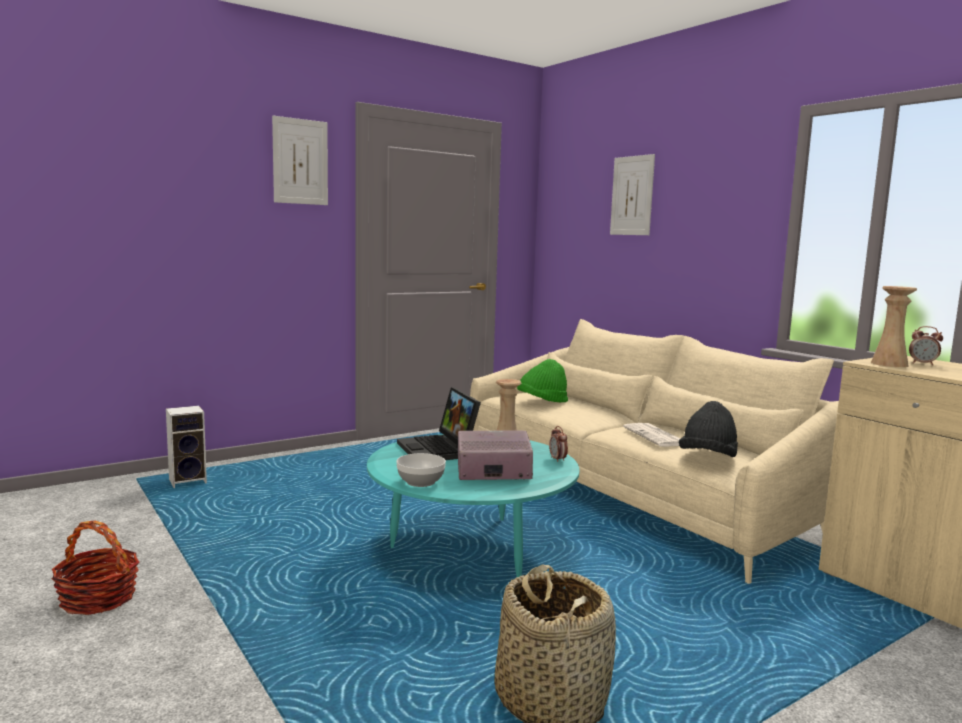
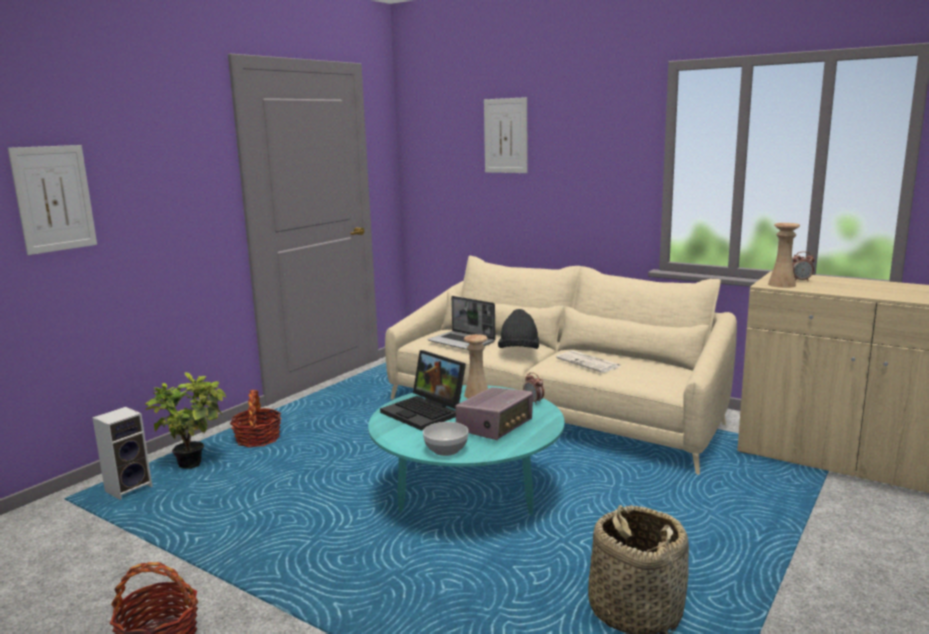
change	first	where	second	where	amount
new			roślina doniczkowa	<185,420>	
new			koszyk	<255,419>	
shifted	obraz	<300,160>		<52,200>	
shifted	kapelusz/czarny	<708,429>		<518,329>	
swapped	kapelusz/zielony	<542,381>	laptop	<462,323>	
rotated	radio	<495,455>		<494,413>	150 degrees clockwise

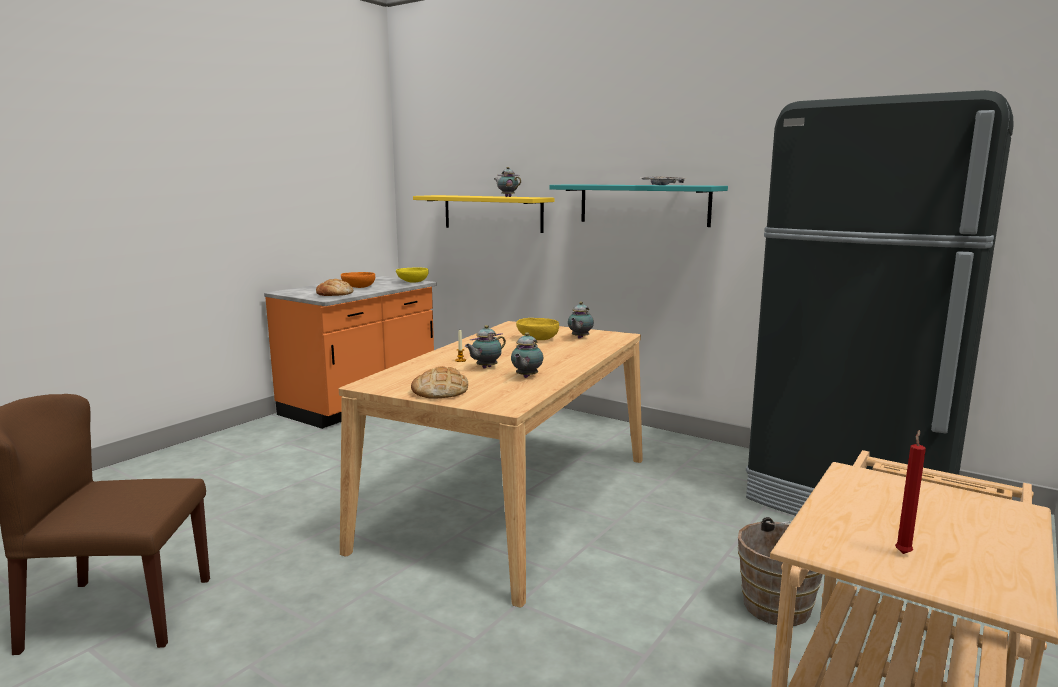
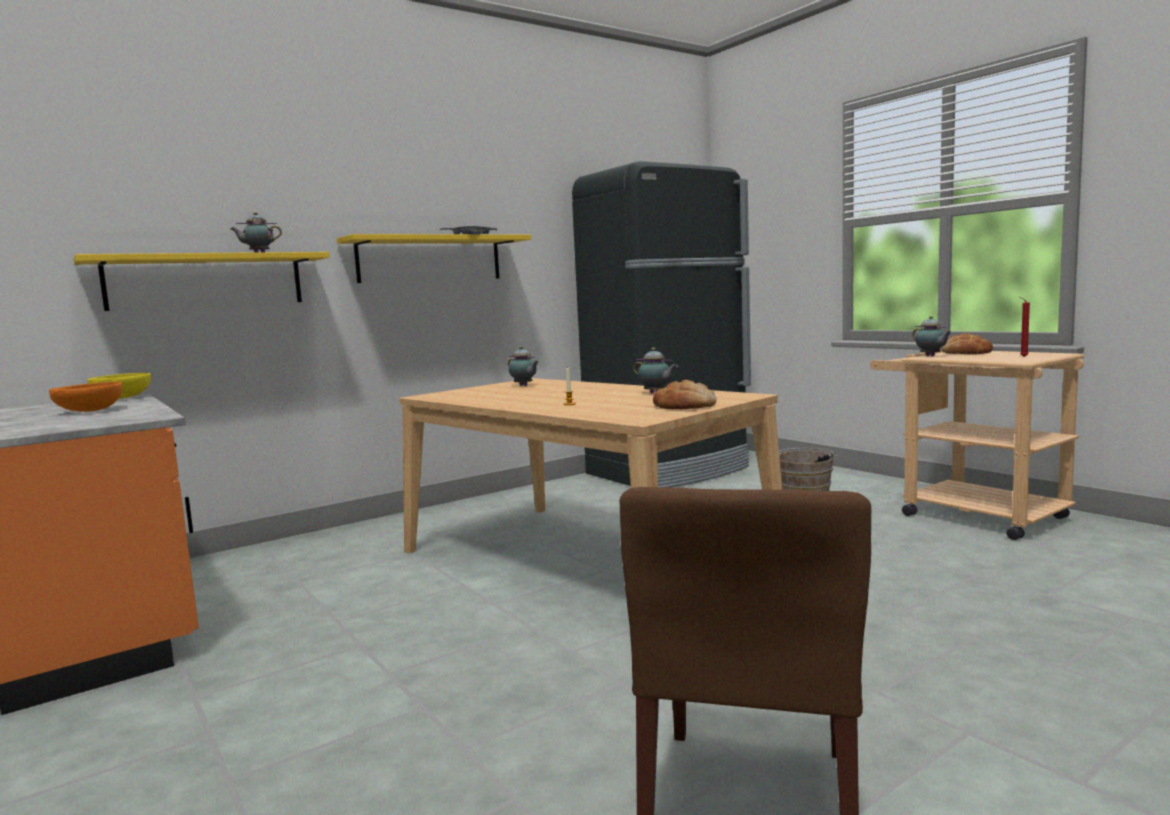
change	first	where	second	where	amount
gone	miska/żółty	<537,329>			
shifted	chleb	<334,287>		<967,343>	
shifted	imbryk	<485,346>		<932,336>	
repainted	półka/turkusowy	<639,205>	półka/żółty	<434,258>	

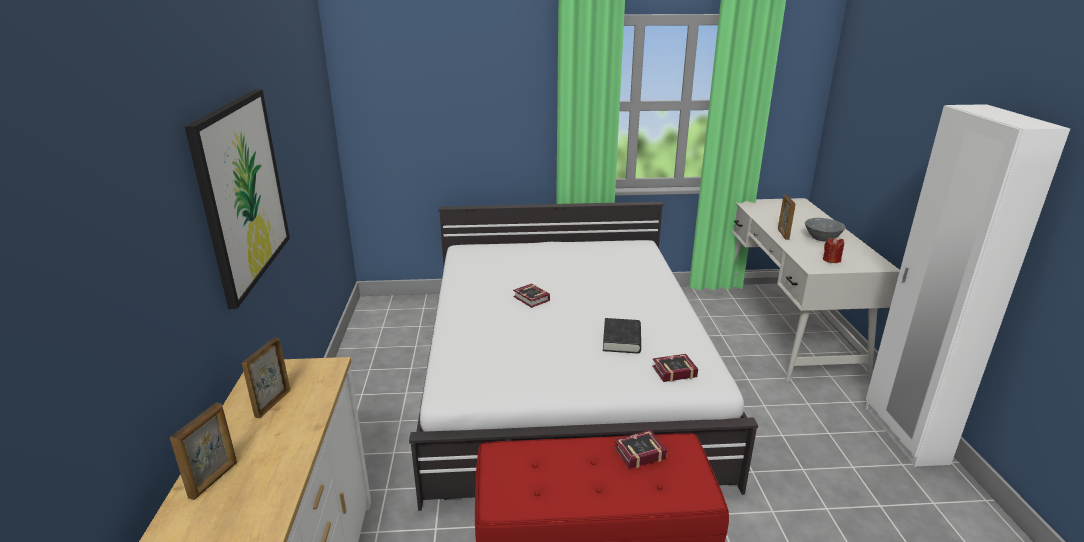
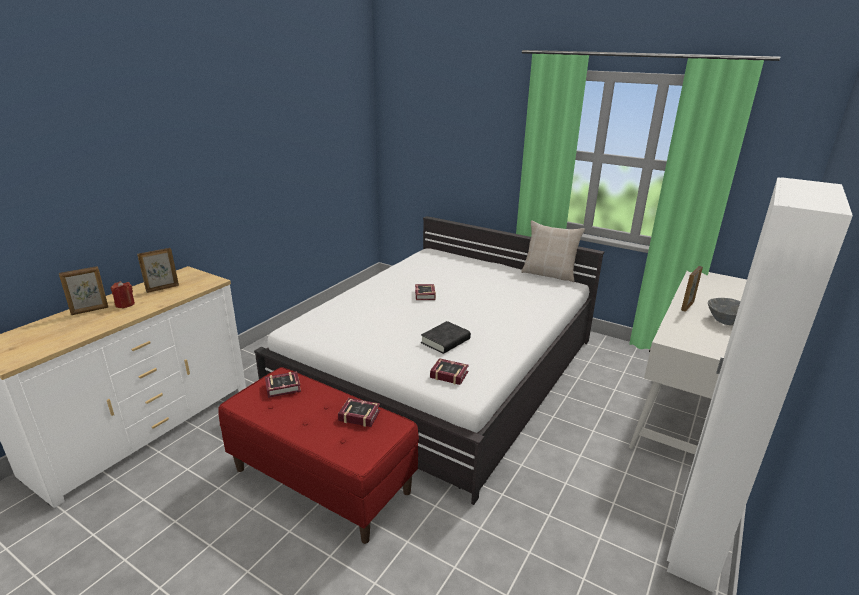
change	first	where	second	where	amount
gone	obraz	<237,199>			
new			książka	<283,384>	
new			poduszka/beżowy	<553,251>	
shifted	świeca/czerwony	<833,250>		<123,294>	

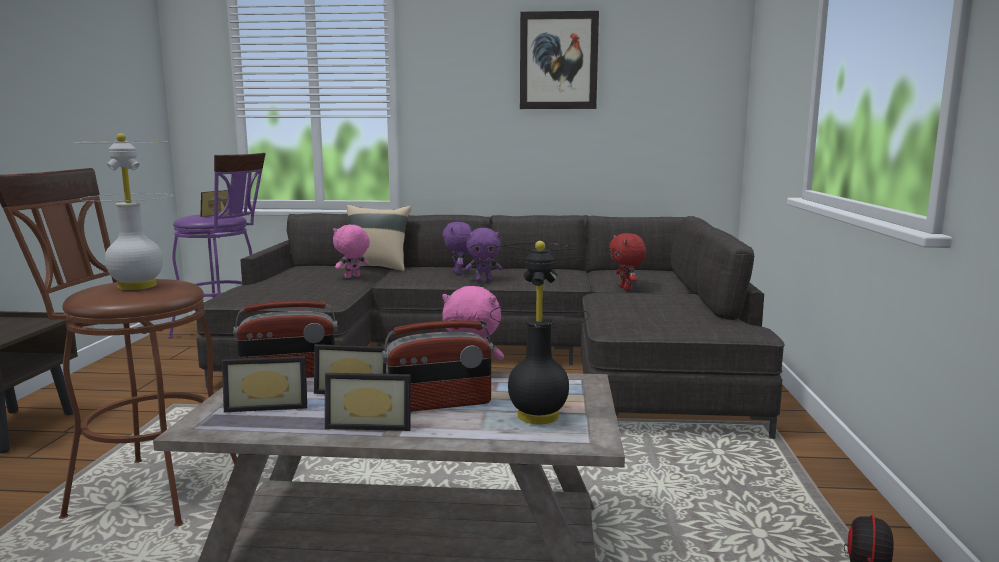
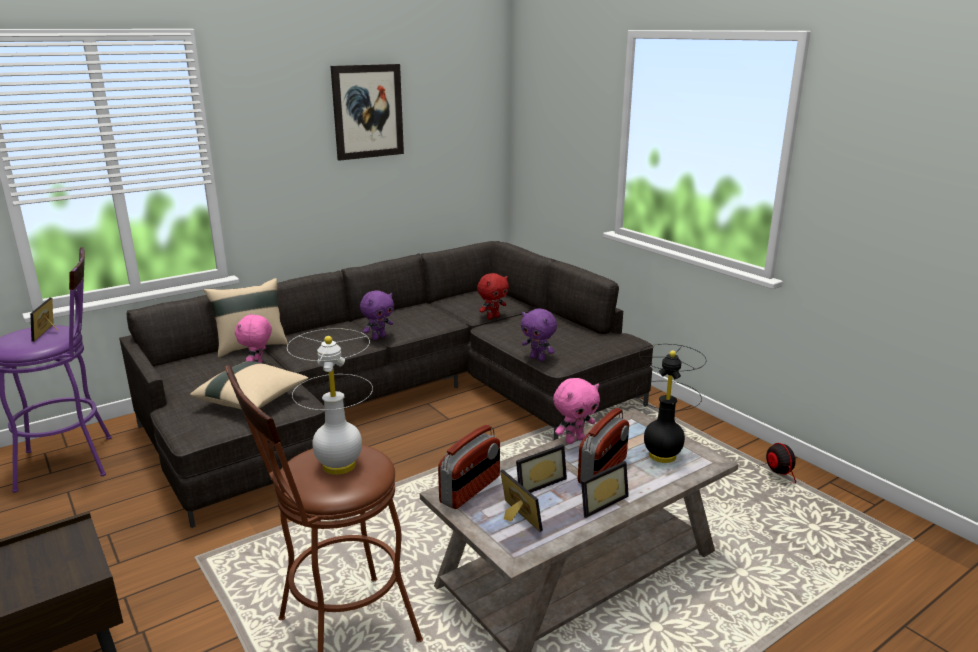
change	first	where	second	where	amount
new			poduszka/beżowy	<249,385>	
shifted	pluszak/fioletowy	<457,248>		<539,334>	
rotated	ramka na zdjęcie	<264,384>		<521,500>	75 degrees counterclockwise
rotated	pluszak/czerwony	<627,262>		<493,296>	75 degrees counterclockwise

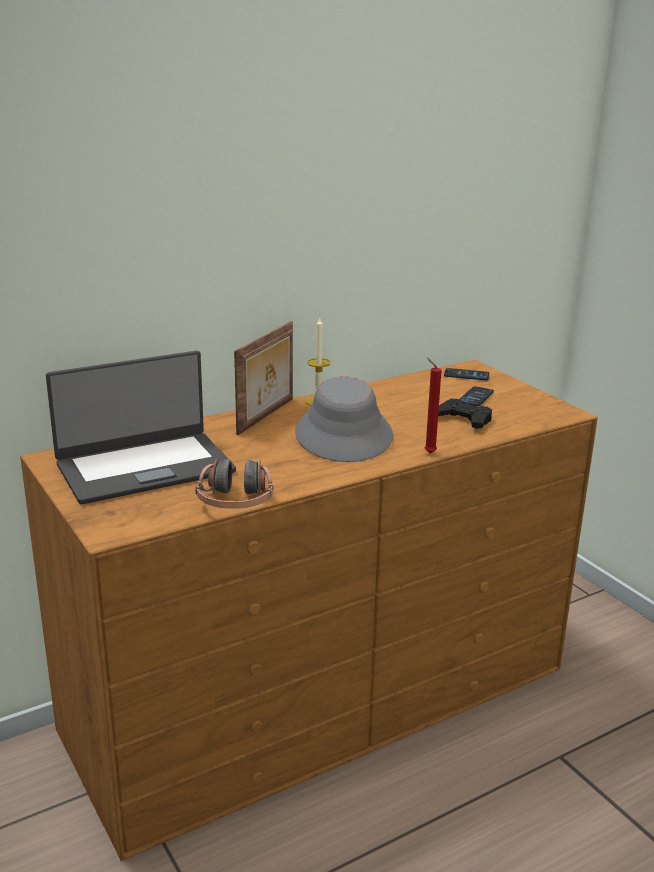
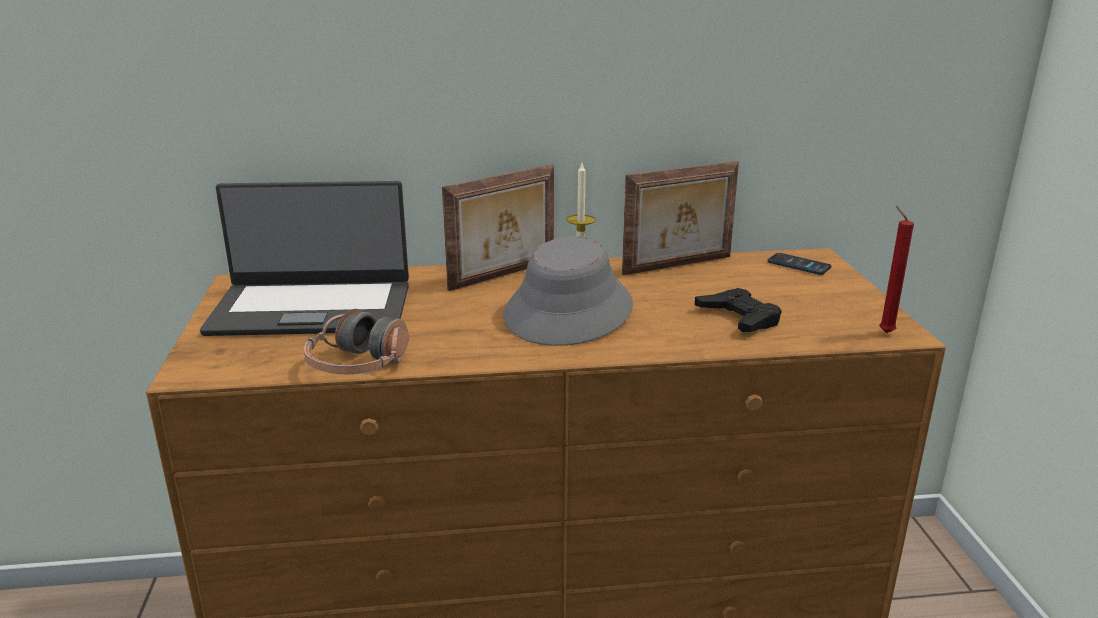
change	first	where	second	where	amount
gone	telefon	<476,396>			
new			ramka na zdjęcie	<680,218>	
shifted	świeca/czerwony	<433,405>		<896,269>	

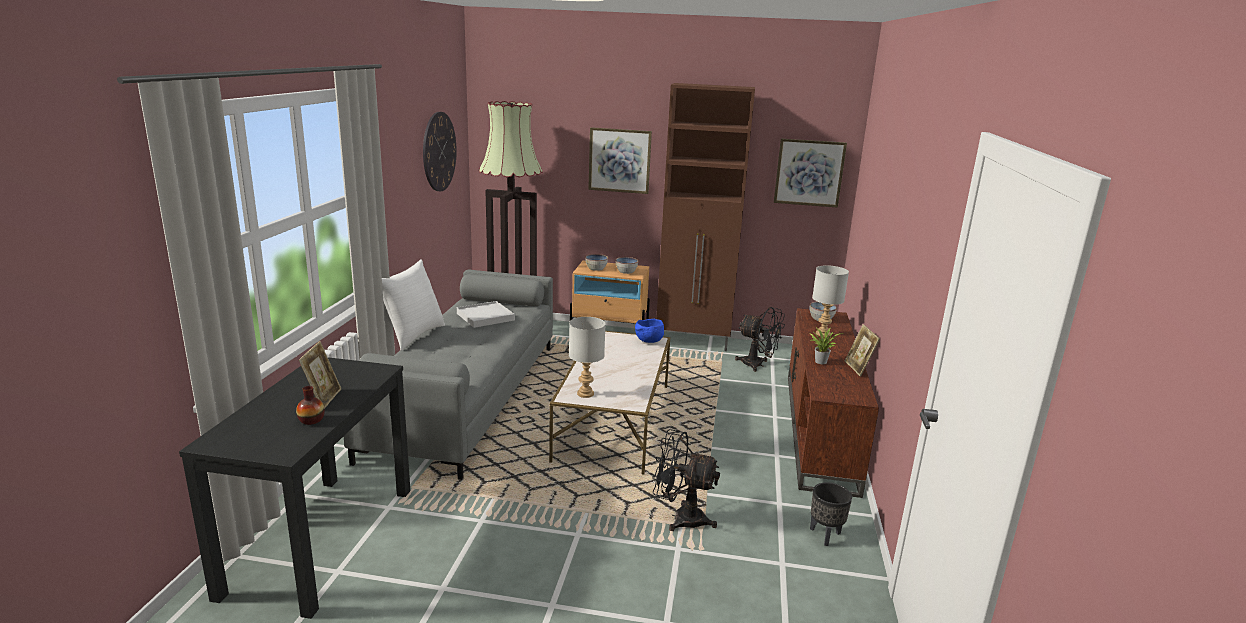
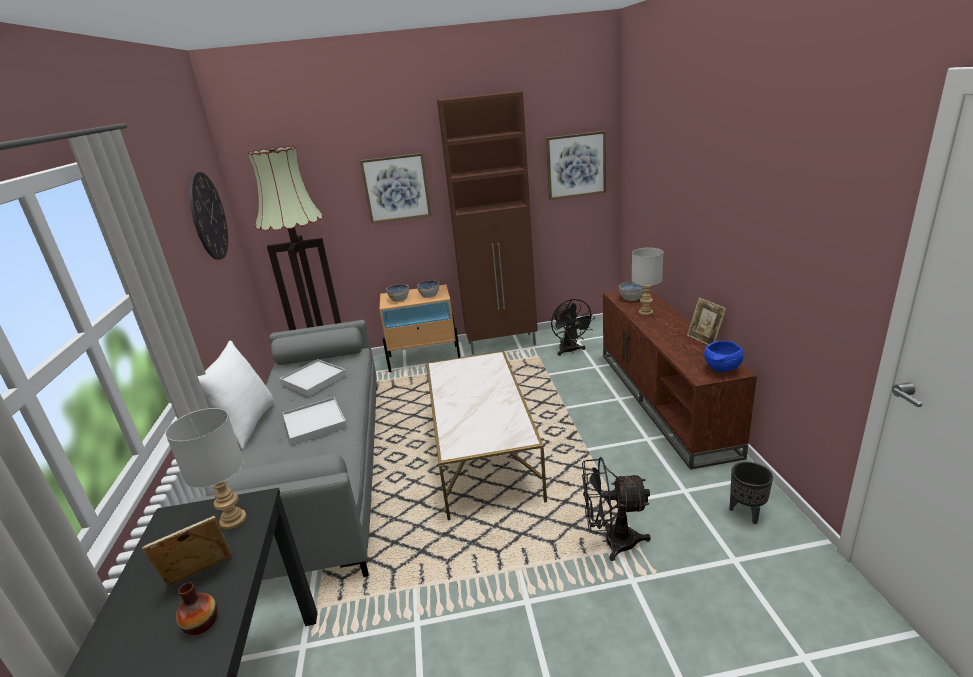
change	first	where	second	where	amount
gone	roślina doniczkowa	<826,346>			
new			taca/biały	<315,421>	
shifted	lampa stołowa/szary	<587,357>		<206,469>	
shifted	miska/niebieski	<649,331>		<724,356>	
rotated	ramka na zdjęcie	<320,374>		<187,551>	105 degrees counterclockwise
rotated	wentylator/czarny	<760,339>		<573,327>	60 degrees clockwise

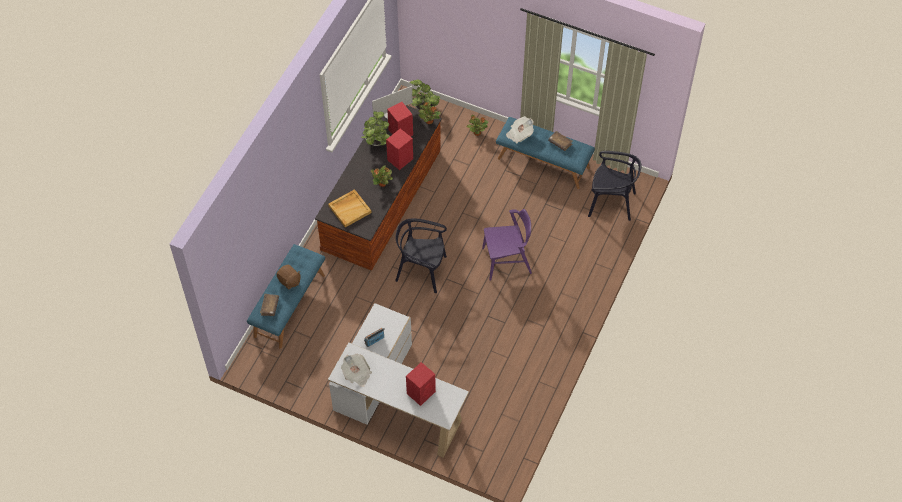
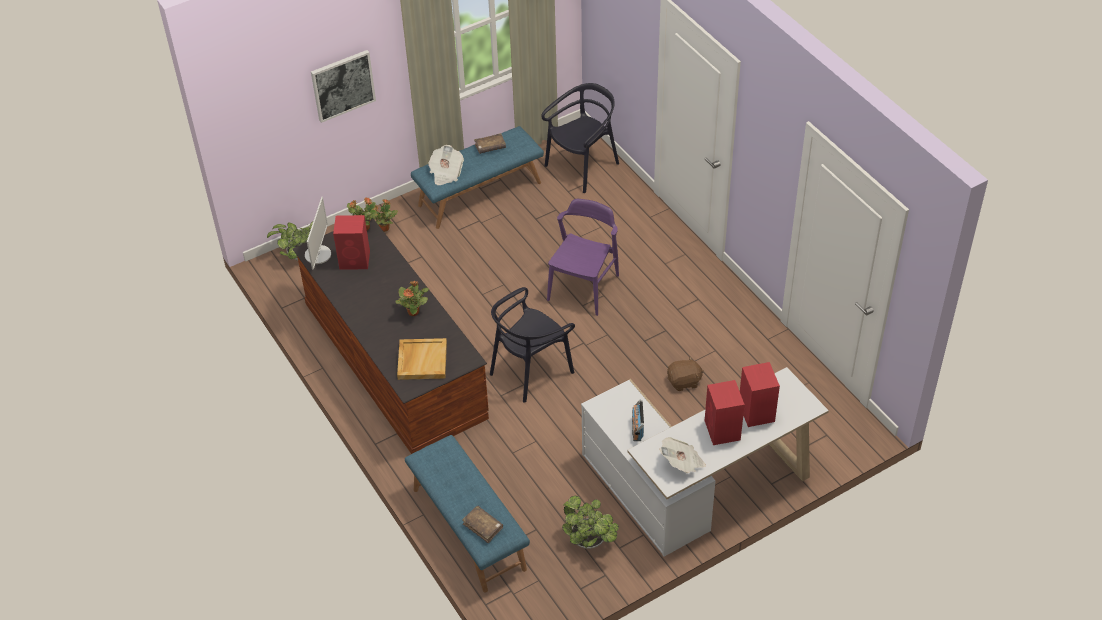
change	first	where	second	where	amount
new			obraz	<343,86>	
shifted	pluszak/brązowy	<288,277>		<685,373>	
shifted	roślina doniczkowa	<375,128>		<590,522>	
shifted	głośnik/czerwony	<399,149>		<725,412>	

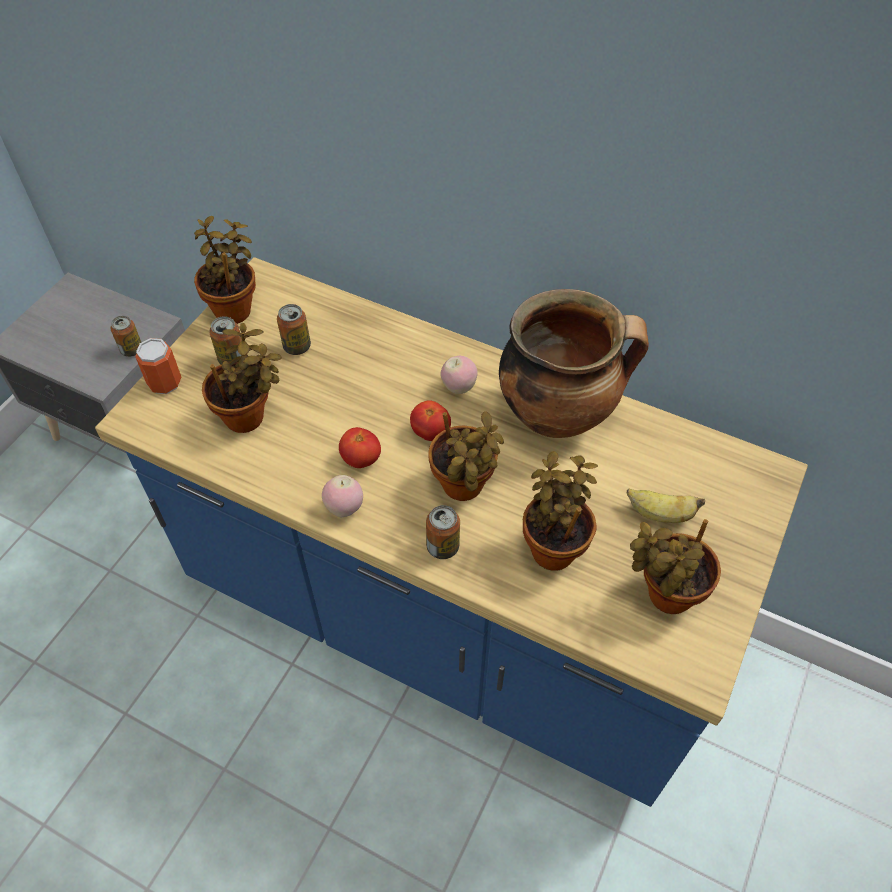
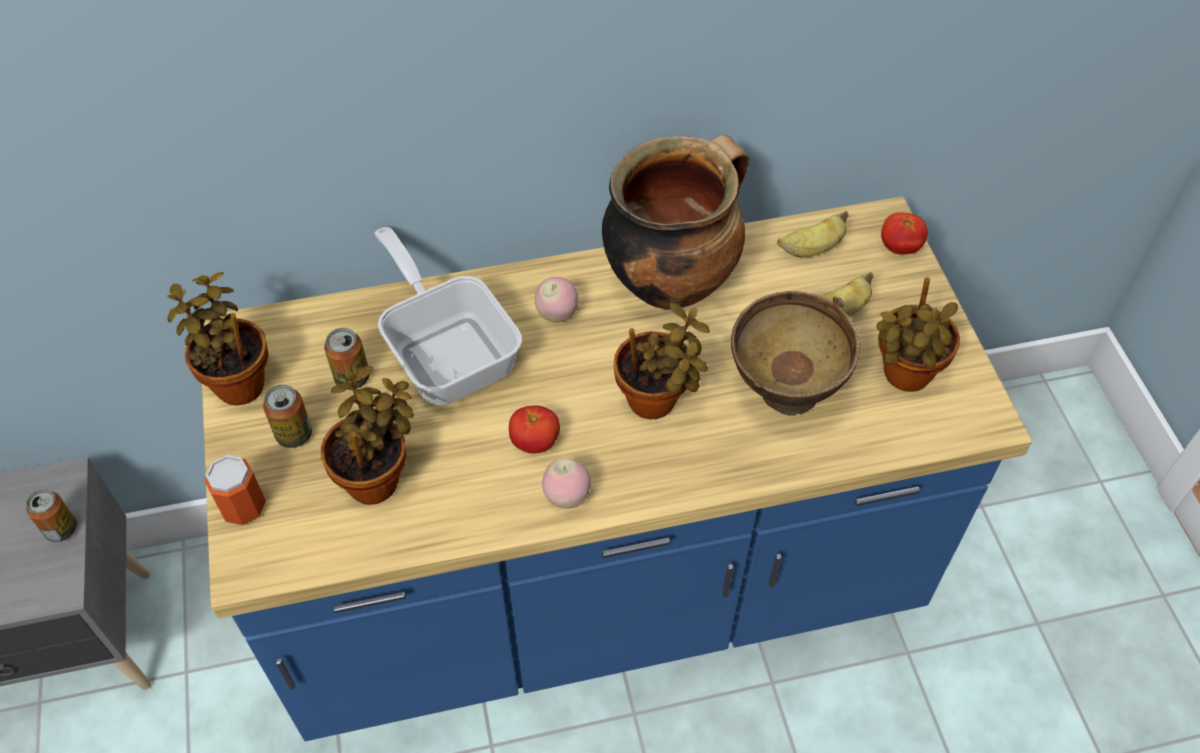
change	first	where	second	where	amount
gone	puszka	<443,532>			
new			patelnia	<448,316>	
new			banan	<812,234>	
shifted	pomidor	<430,420>		<904,233>	
swapped	roślina doniczkowa	<560,511>	miska/brązowy	<795,353>	

